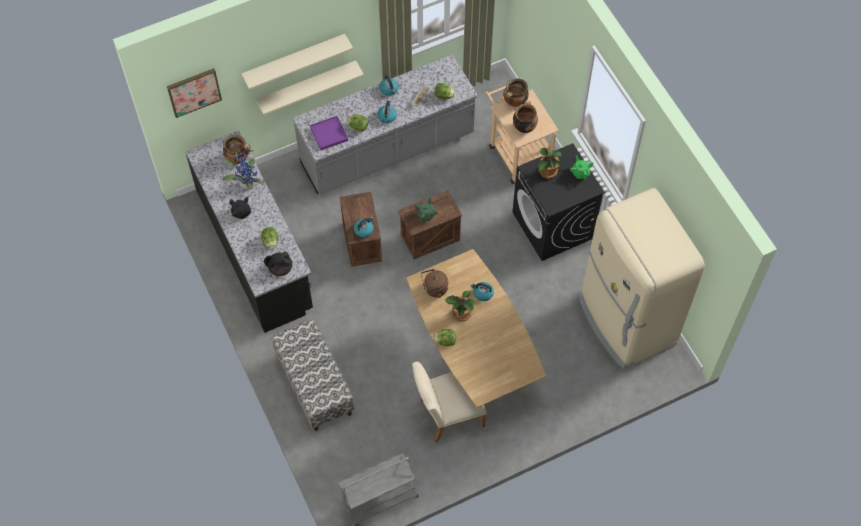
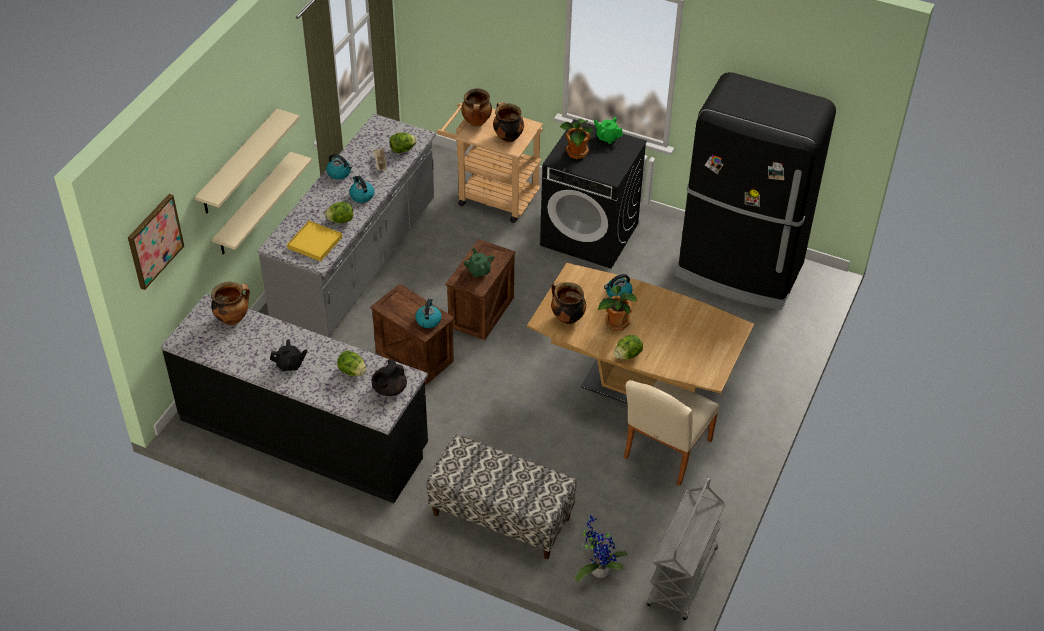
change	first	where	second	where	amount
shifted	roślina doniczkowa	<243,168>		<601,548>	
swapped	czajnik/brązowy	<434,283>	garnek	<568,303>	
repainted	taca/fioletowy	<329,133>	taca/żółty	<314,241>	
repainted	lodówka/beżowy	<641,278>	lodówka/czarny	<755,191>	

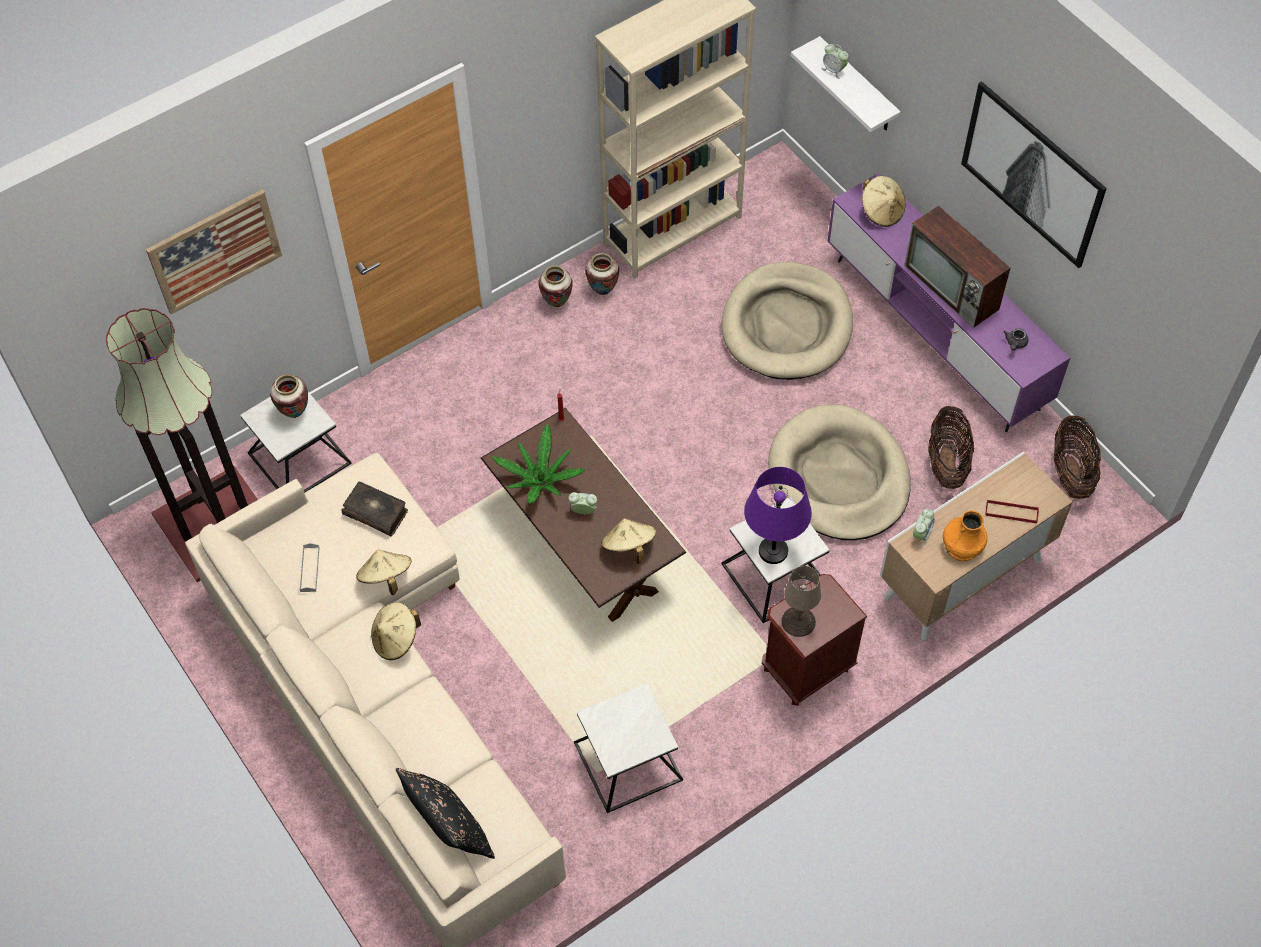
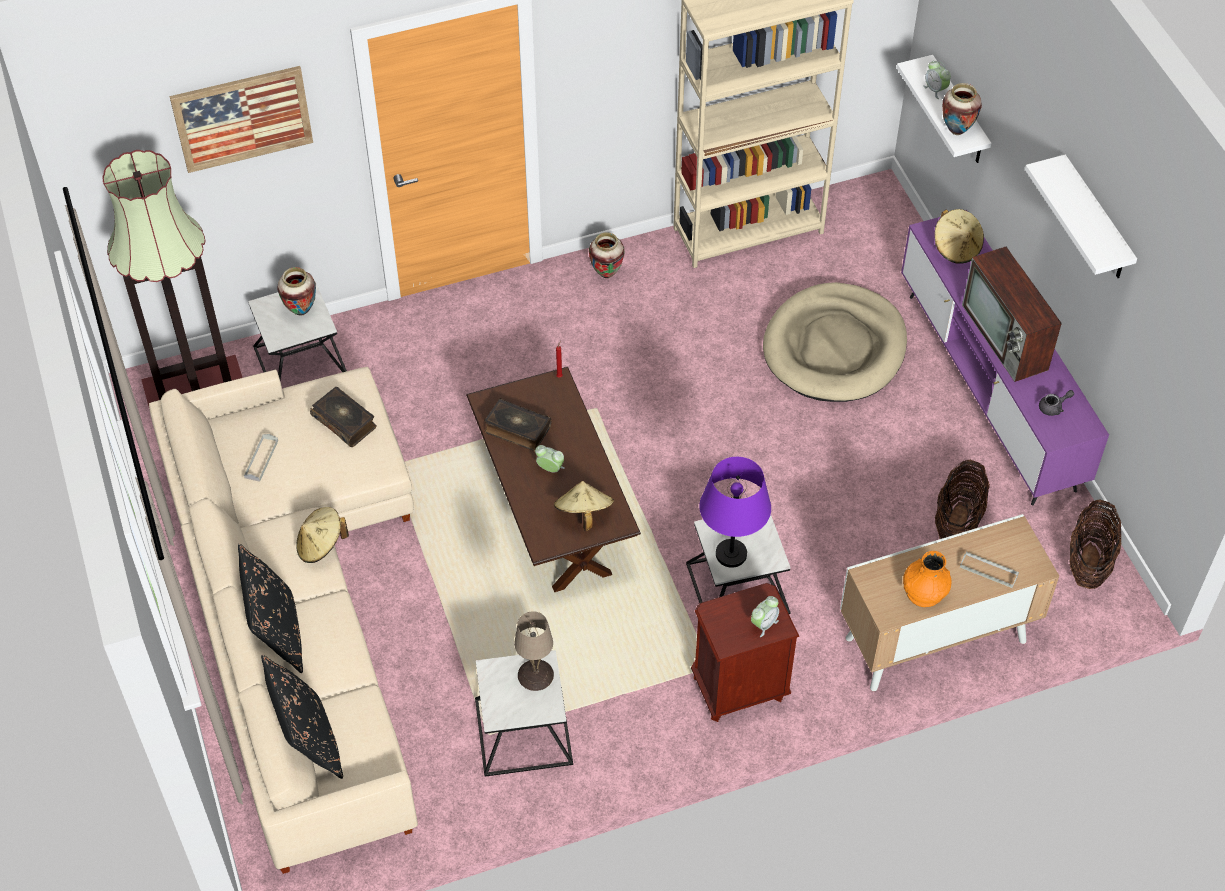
change	first	where	second	where	amount
gone	kapelusz/beżowy	<384,572>			
gone	legowisko/beżowy	<839,472>			
new			poduszka/czarny	<270,608>	
shifted	wazon	<602,274>		<962,109>	
shifted	lampa stołowa/beżowy	<801,601>		<534,651>	
shifted	budzik	<924,528>		<765,616>	
swapped	roślina doniczkowa	<538,463>	książka	<518,424>	
swapped	obraz	<1034,174>	półka/biały	<1081,216>	
repainted	taca/czerwony	<1012,511>	taca/szary	<989,569>	
rotated	imbryk/szary	<1016,339>		<1056,403>	150 degrees counterclockwise

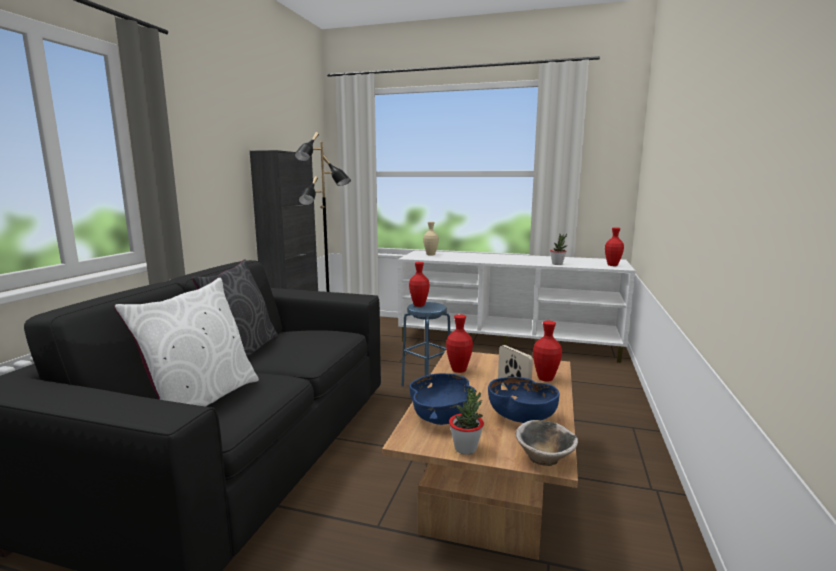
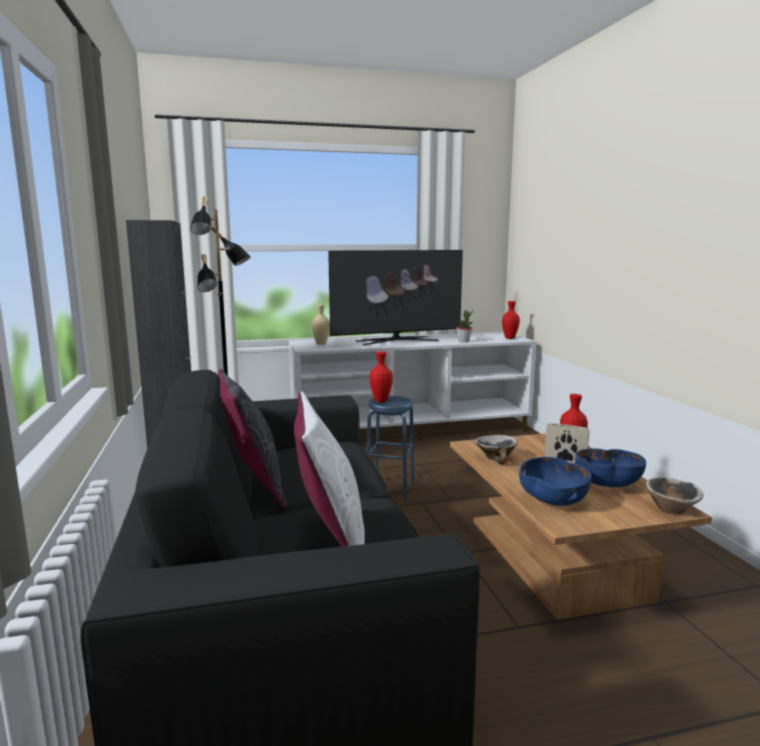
change	first	where	second	where	amount
gone	roślina doniczkowa	<466,421>			
new			telewizor	<395,298>	
swapped	wazon/czerwony	<459,343>	miska	<496,449>	

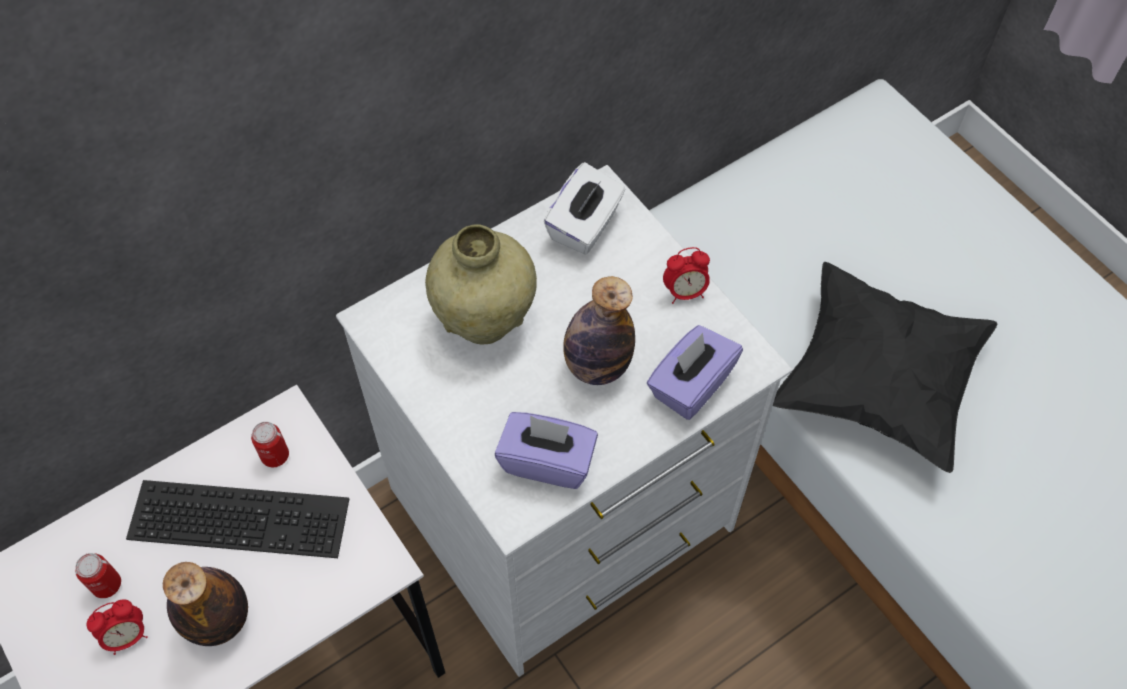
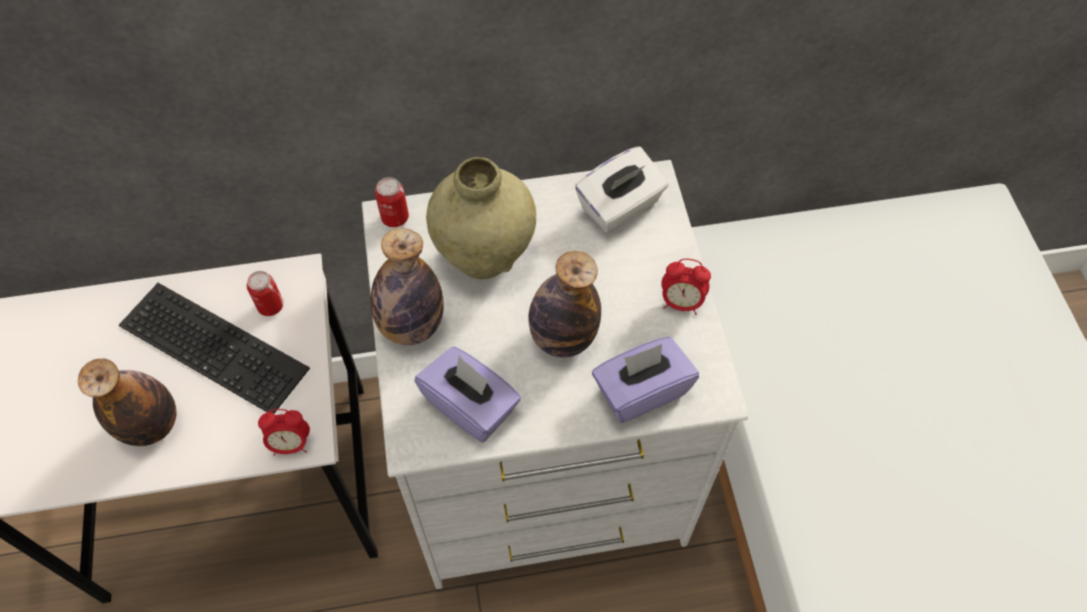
change	first	where	second	where	amount
gone	poduszka/czarny	<885,367>			
new			butelka	<407,286>	
shifted	puszka	<98,575>		<392,202>	
shifted	budzik	<117,627>		<284,432>	

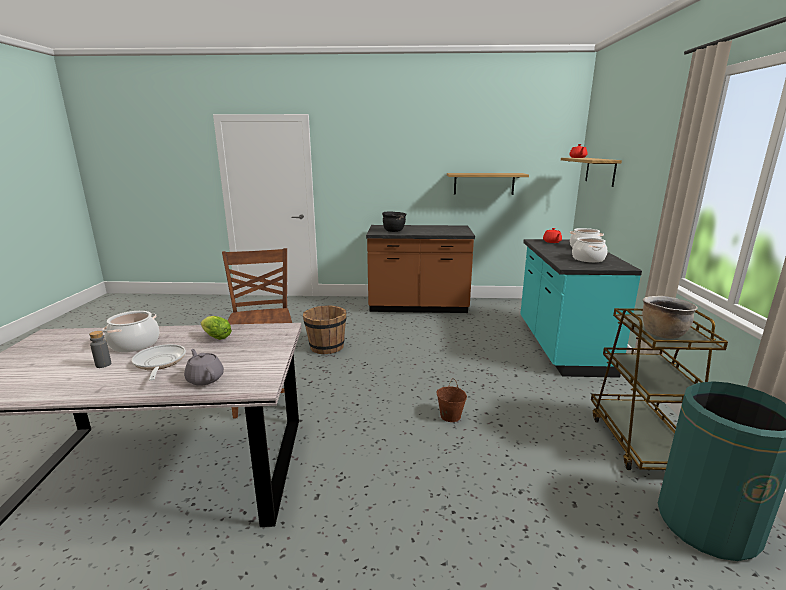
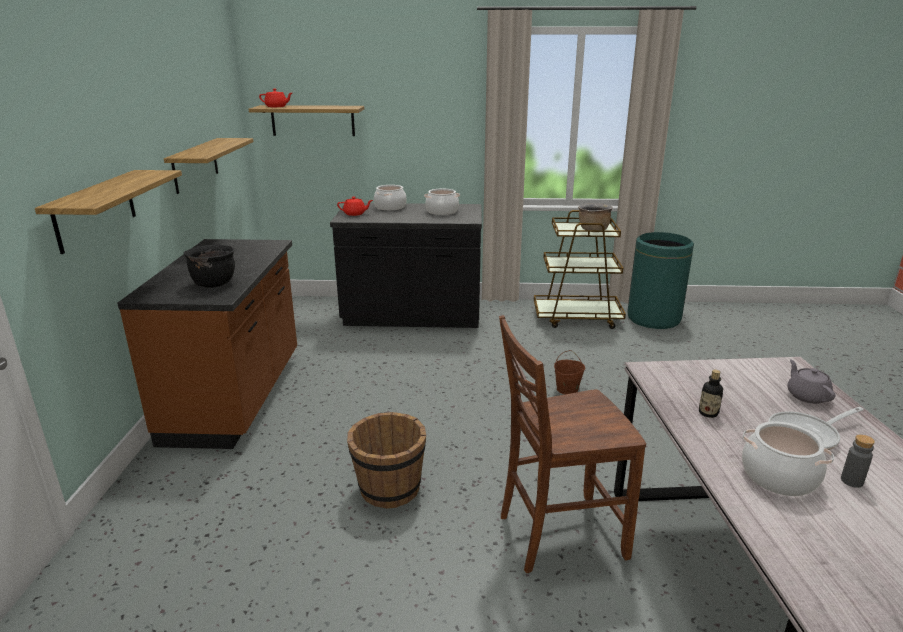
change	first	where	second	where	amount
new			półka	<108,212>	
swapped	sałata	<216,328>	butelka	<711,394>	
repainted	zabudowa kuchenna/turkusowy	<581,308>	zabudowa kuchenna/czarny	<406,265>	
rotated	imbryk/szary	<204,367>		<812,381>	120 degrees clockwise

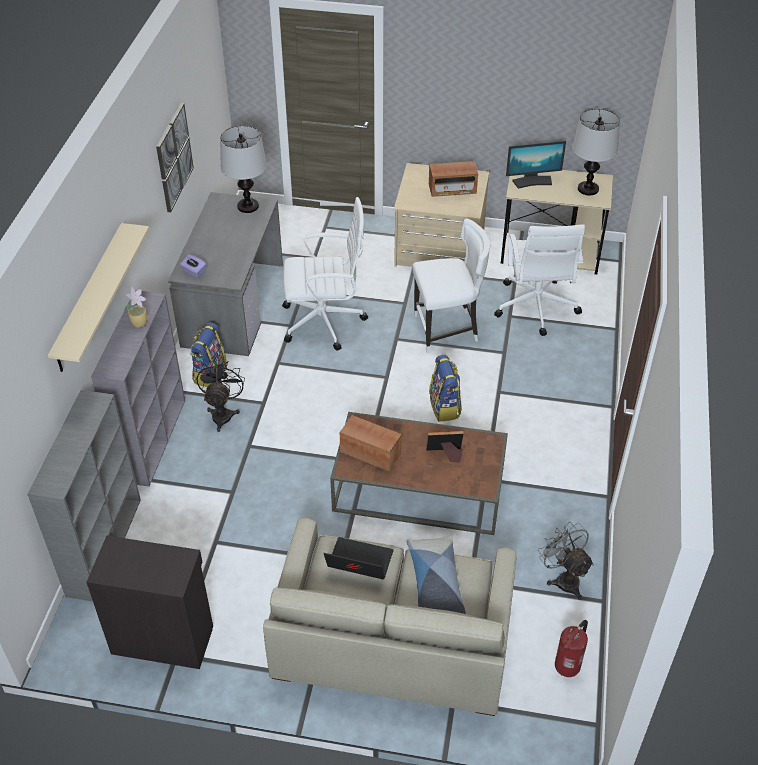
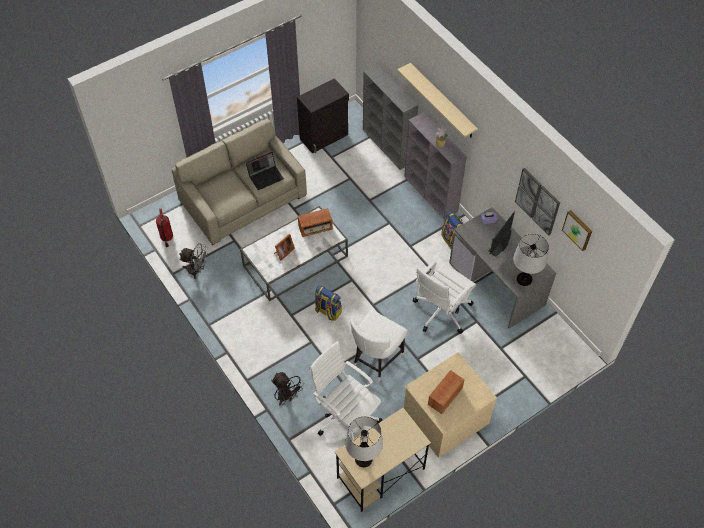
change	first	where	second	where	amount
gone	poduszka	<436,575>			
new			obraz	<577,230>	
shifted	wentylator/czarny	<221,395>		<287,388>	
shifted	monitor	<536,165>		<501,234>	
repainted	ława/brązowy	<419,473>	ława/biały	<294,253>	

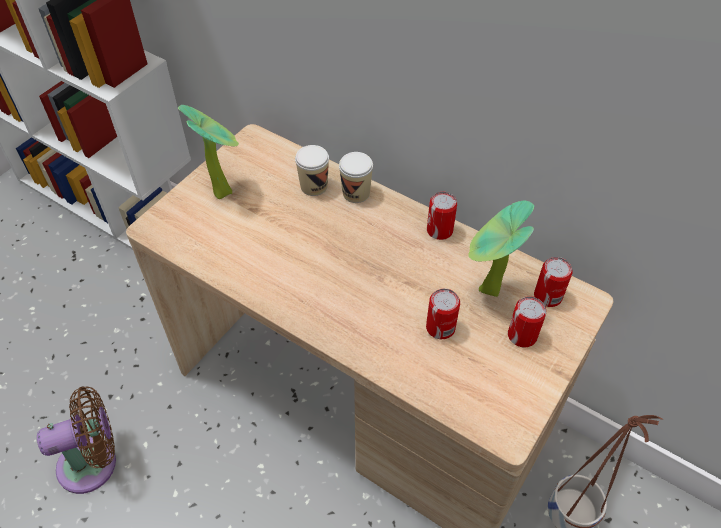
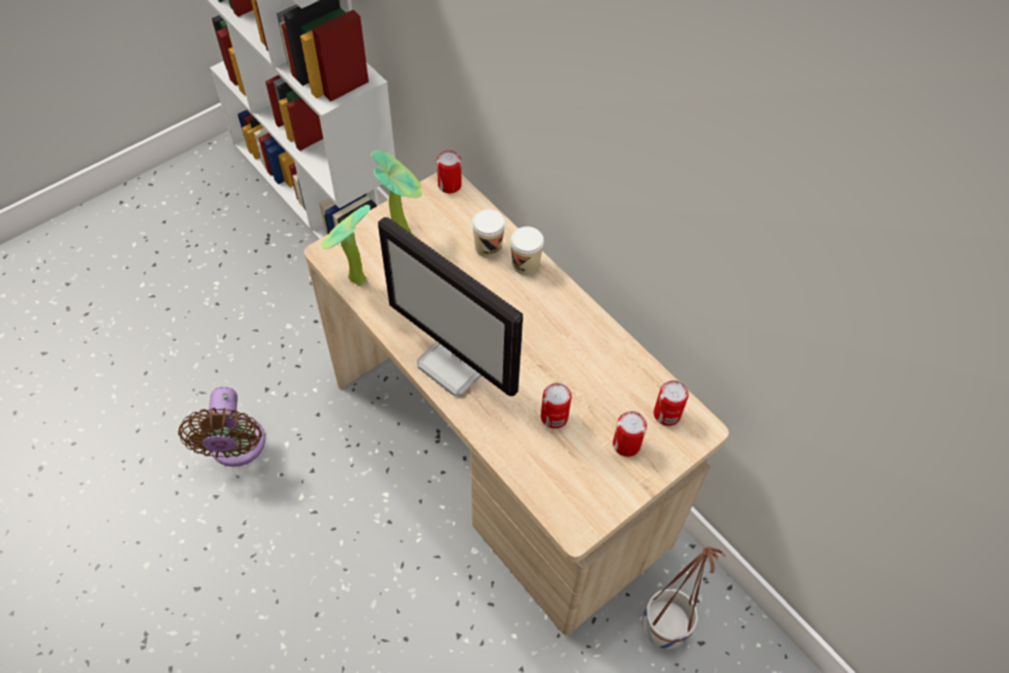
change	first	where	second	where	amount
new			monitor	<450,306>	
shifted	puszka	<442,216>		<449,171>	
shifted	roślina doniczkowa	<501,249>		<345,245>	
rotated	wentylator/brązowy	<76,440>		<221,427>	90 degrees clockwise

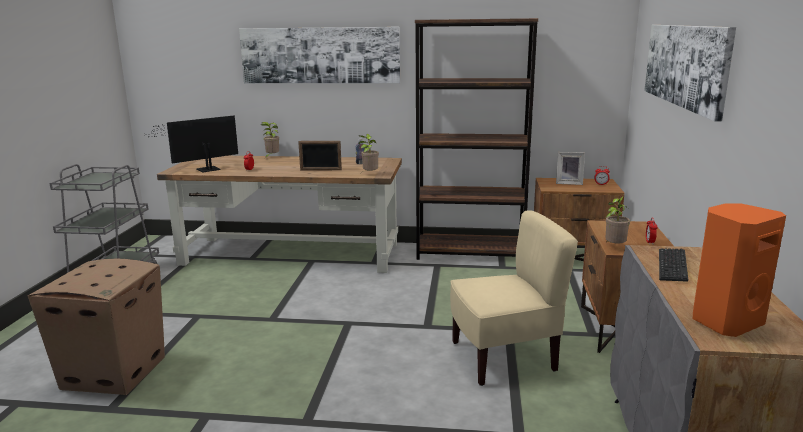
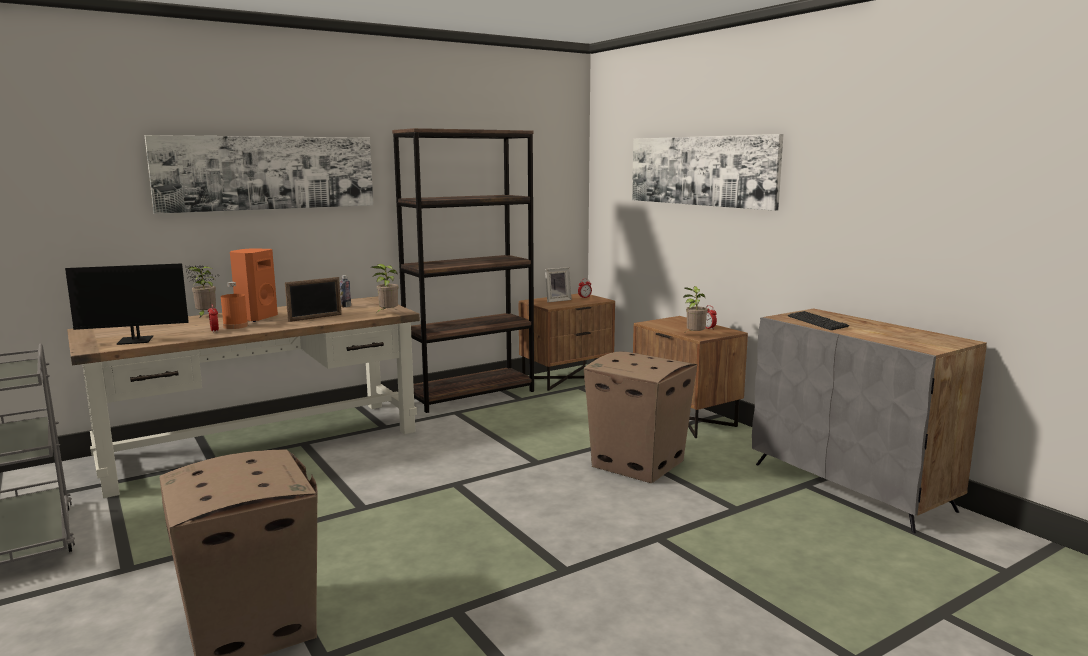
change	first	where	second	where	amount
new			butelka/pomarańczowy	<234,305>	
shifted	głośnik/pomarańczowy	<739,270>		<254,285>	
swapped	krzesło/beżowy	<514,298>	karton	<640,417>	
rotated	monitor	<192,144>		<141,304>	120 degrees counterclockwise

